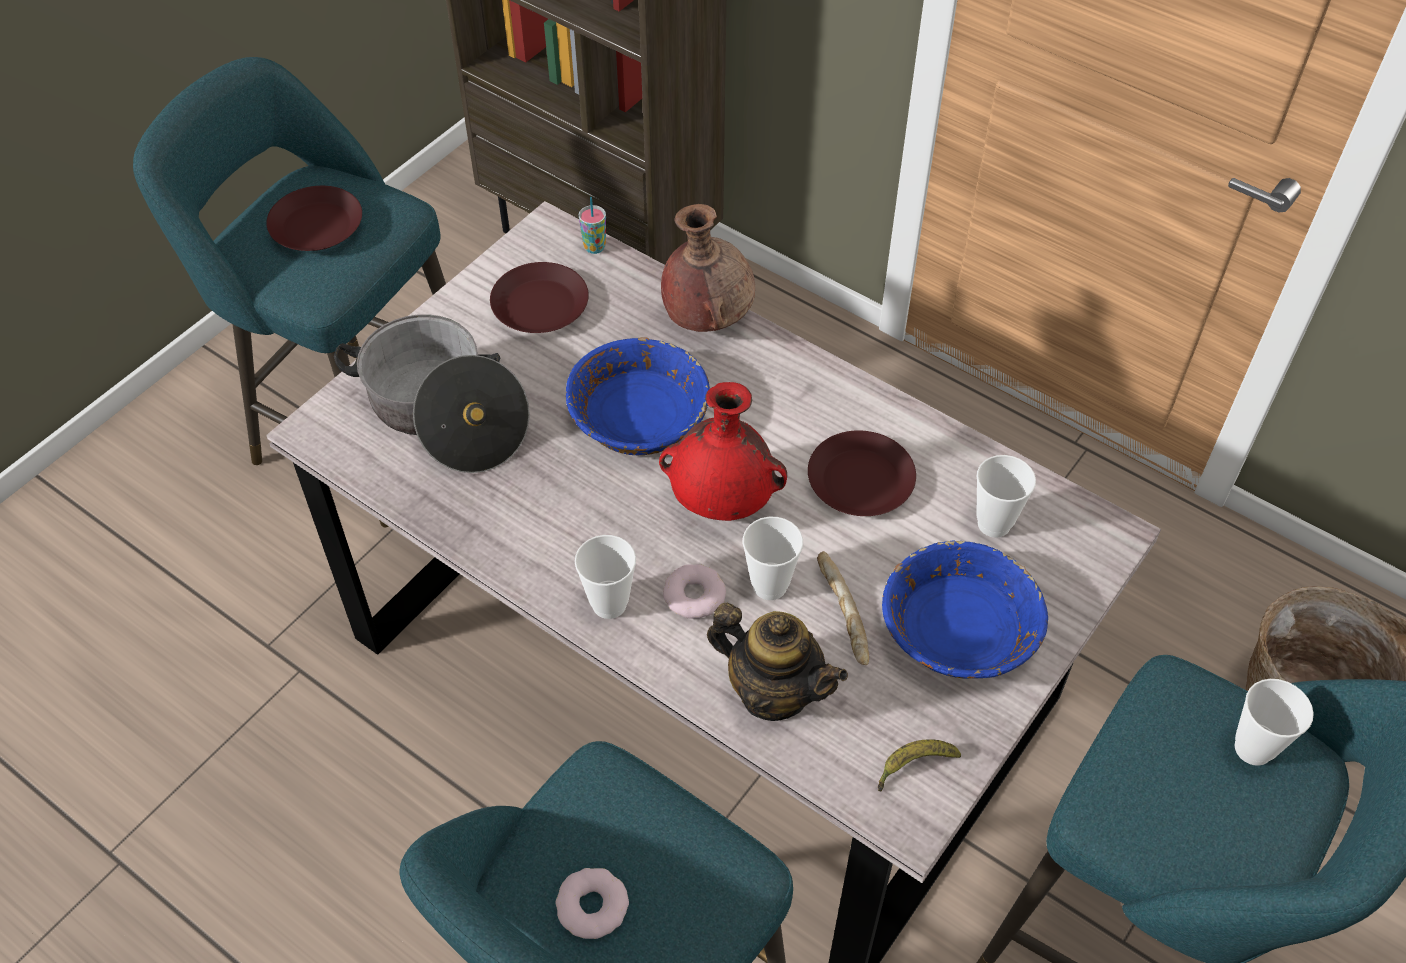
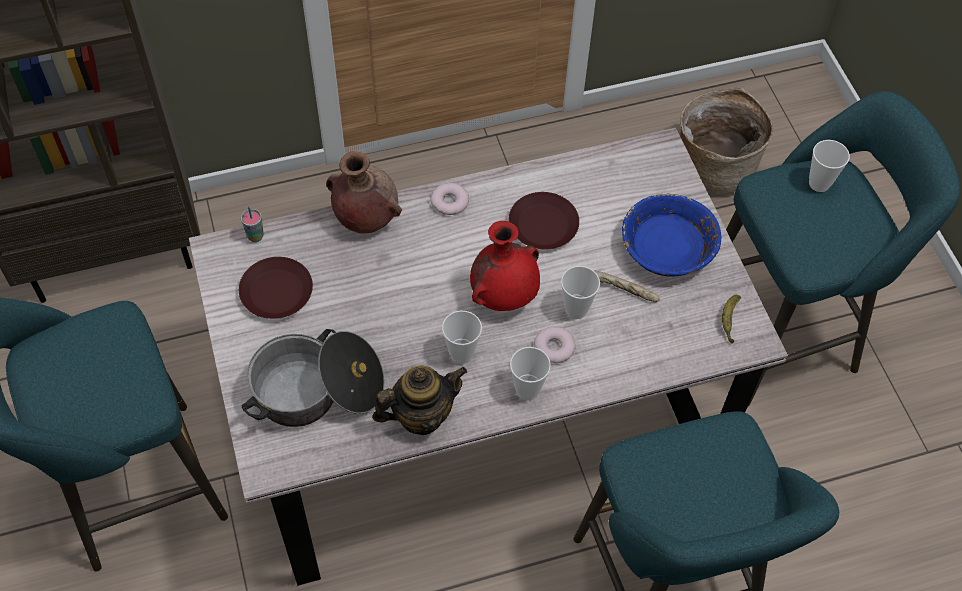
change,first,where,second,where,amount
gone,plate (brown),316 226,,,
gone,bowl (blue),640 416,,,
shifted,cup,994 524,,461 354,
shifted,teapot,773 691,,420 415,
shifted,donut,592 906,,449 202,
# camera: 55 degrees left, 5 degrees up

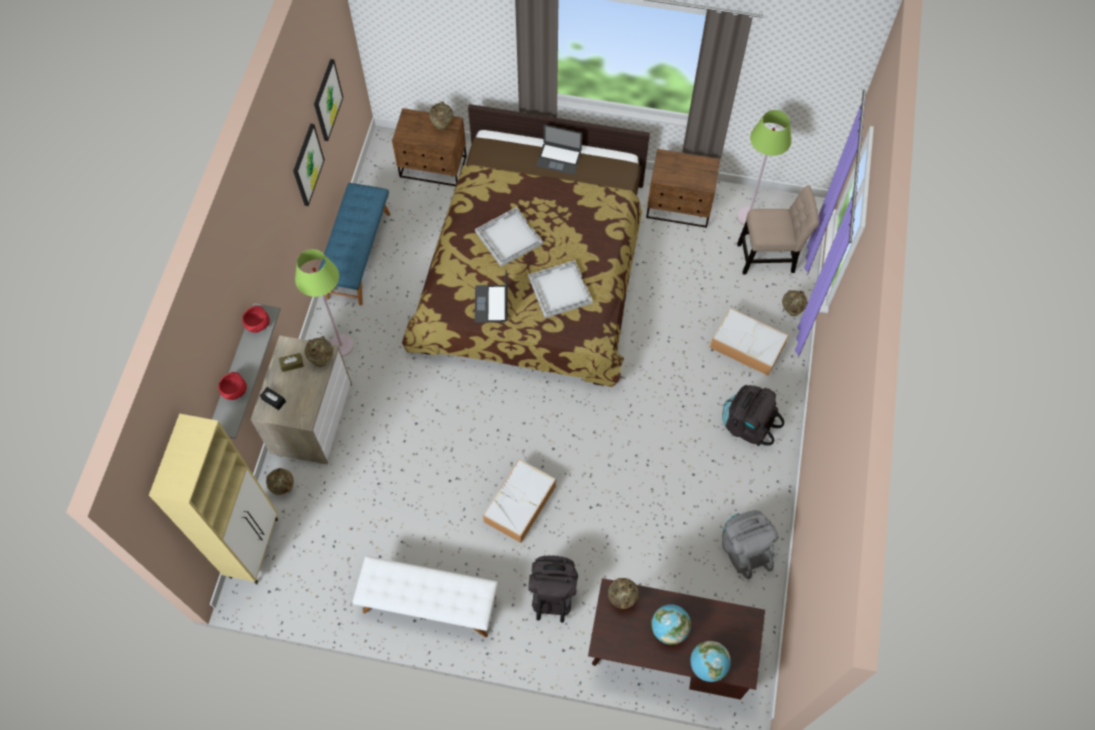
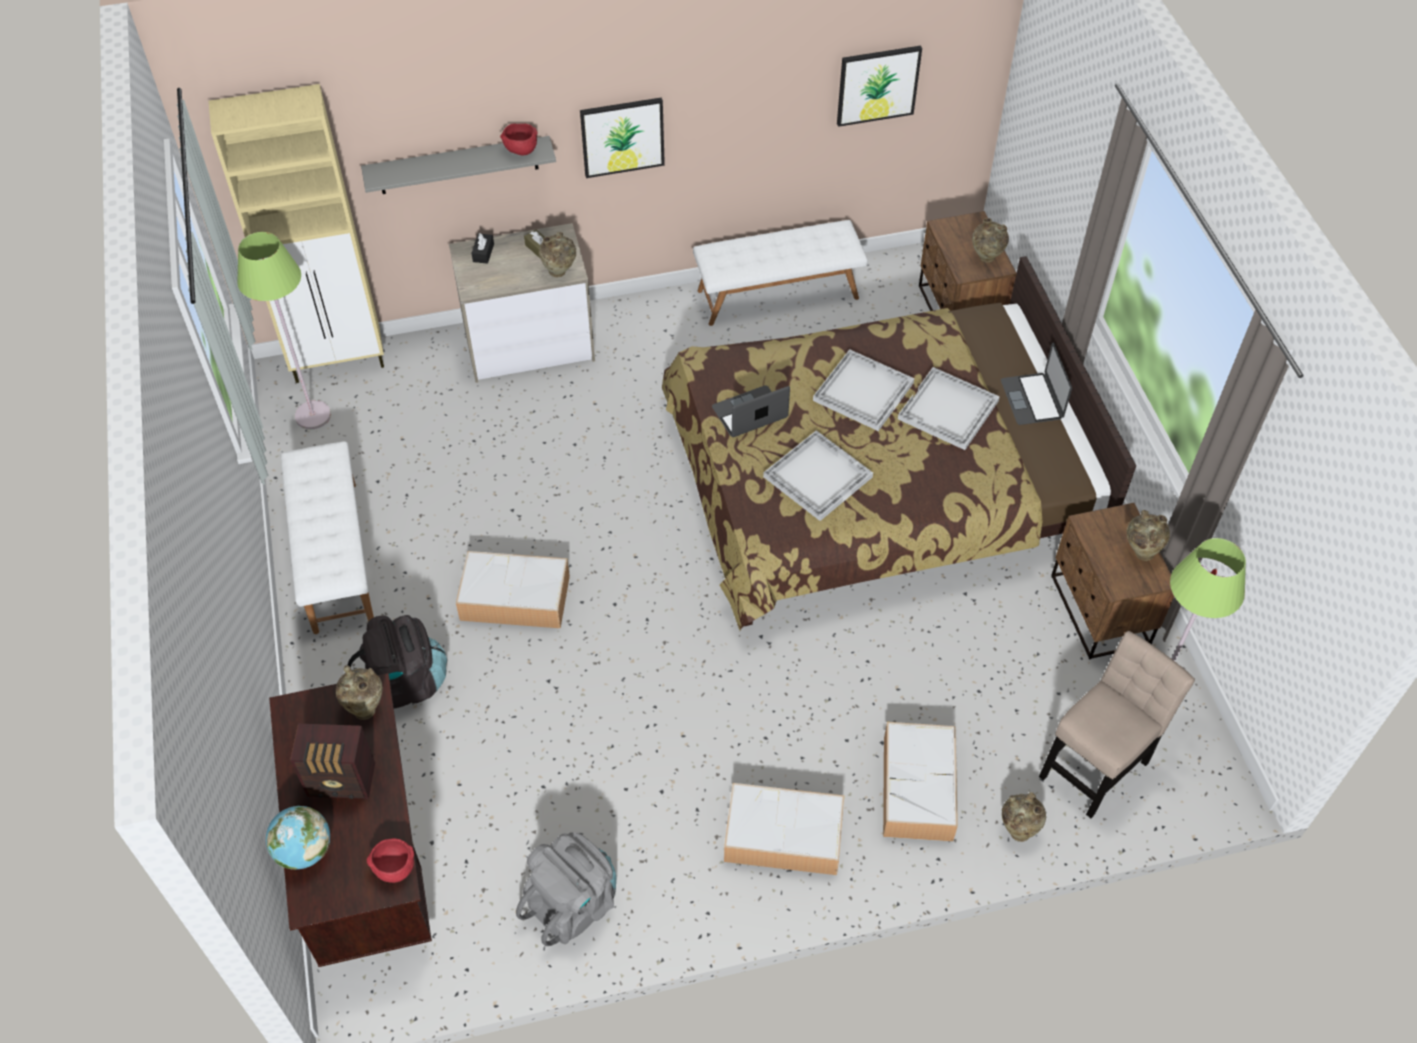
change,first,where,second,where,amount
shifted,picture,307 165,,622 136,
repainted,bench (blue),358 255,bench (white),777 293,
rotated,chair (beige),769 257,,1097 764,105 degrees counterclockwise
shifted,floor lamp (green),341 345,,313 415,
shifted,bowl (red),235 392,,394 869,
swapped,backpack (black),747 425,storage box,781 836,
shifted,vase (beige),284 488,,1140 552,
swapped,globe,669 629,radio,342 781,
new,,,tray (white),948 411,
# camera: 65 degrees right, 10 degrees down

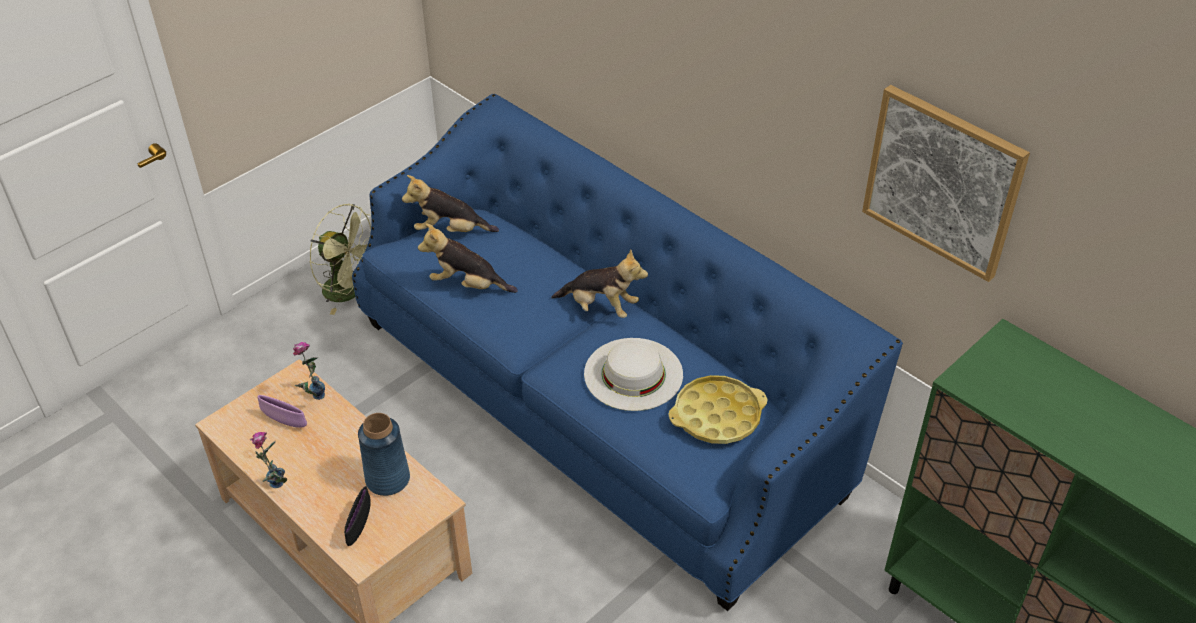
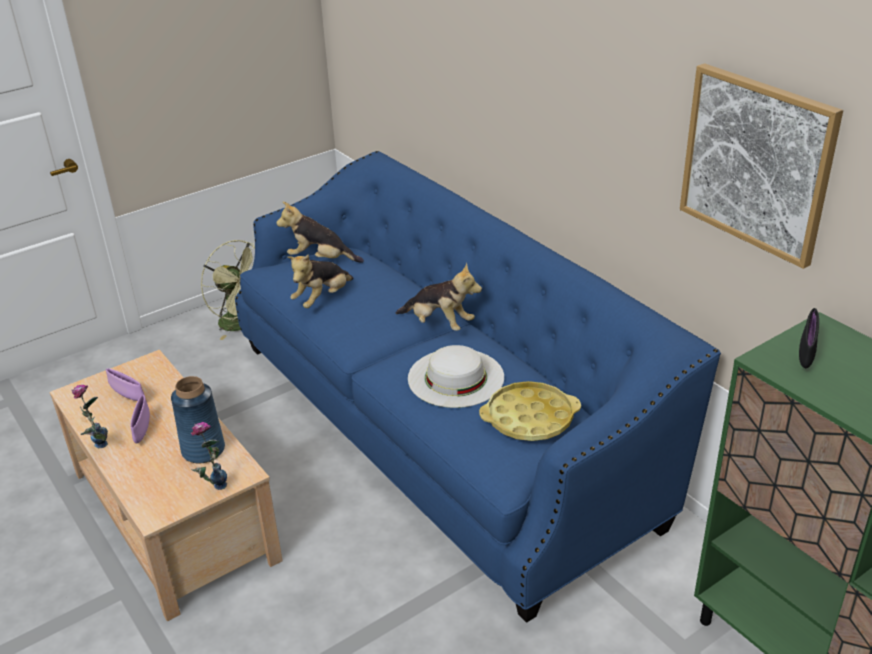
change,first,where,second,where,amount
rotated,plush toy,468 285,,322 299,75 degrees counterclockwise
shifted,vase,313 401,,213 491,
shifted,bowl (black),359 526,,806 354,
new,,,bowl (purple),142 430,
# camera: 10 degrees right, 10 degrees down

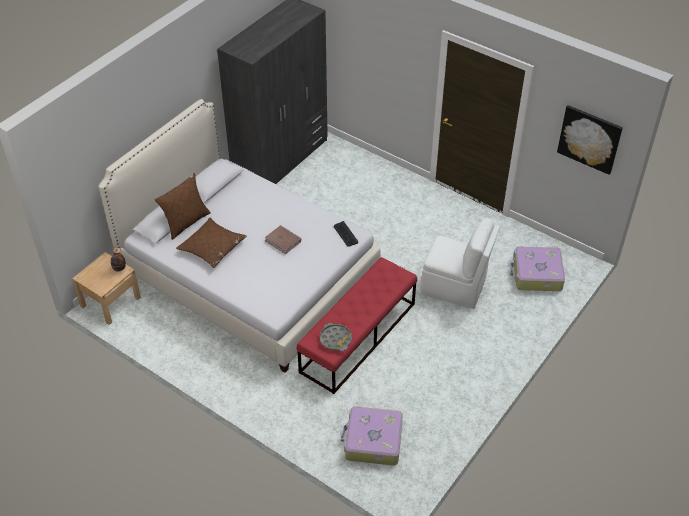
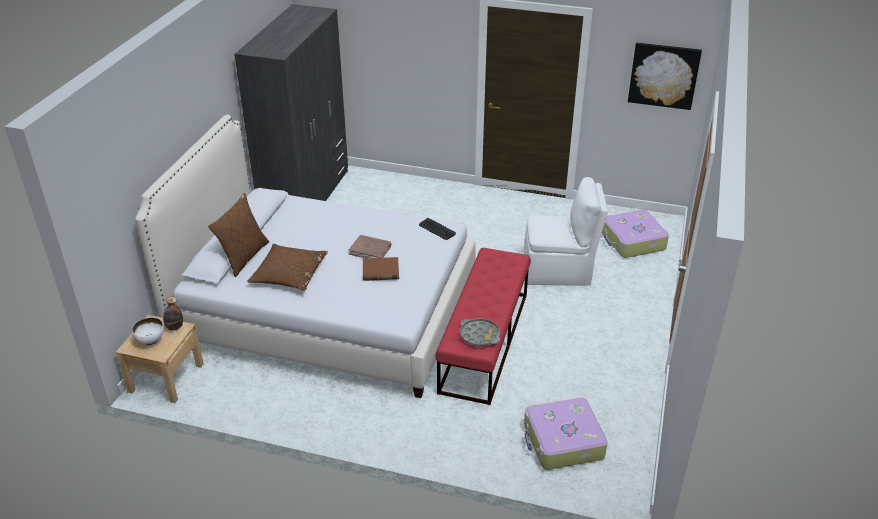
change,first,where,second,where,amount
new,,,book (brown),380 271,
new,,,bowl (white),151 341,
# camera: 20 degrees left, 10 degrees down

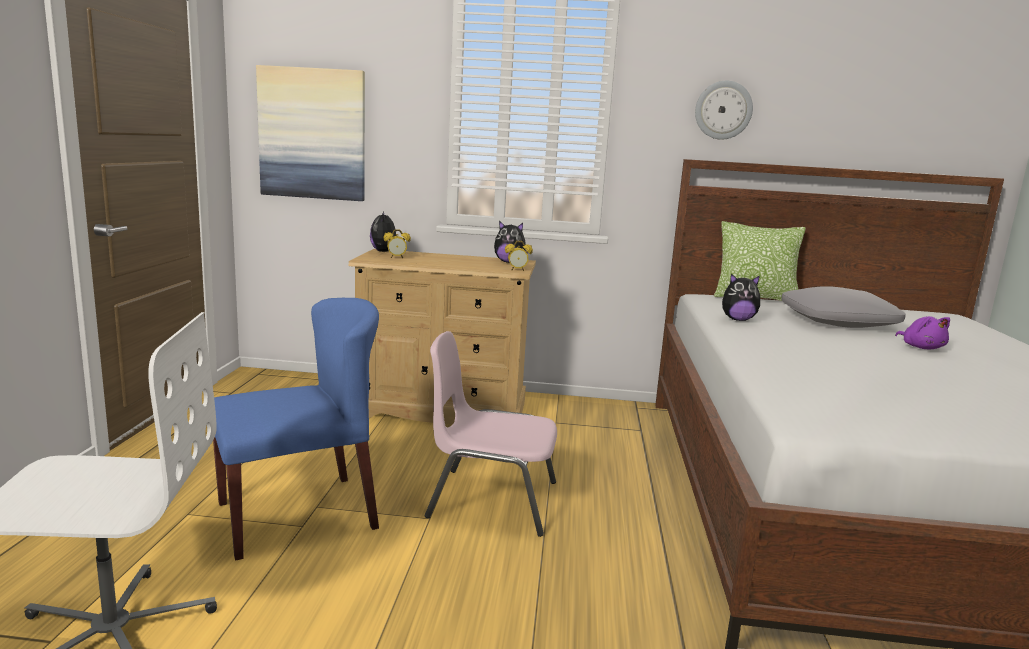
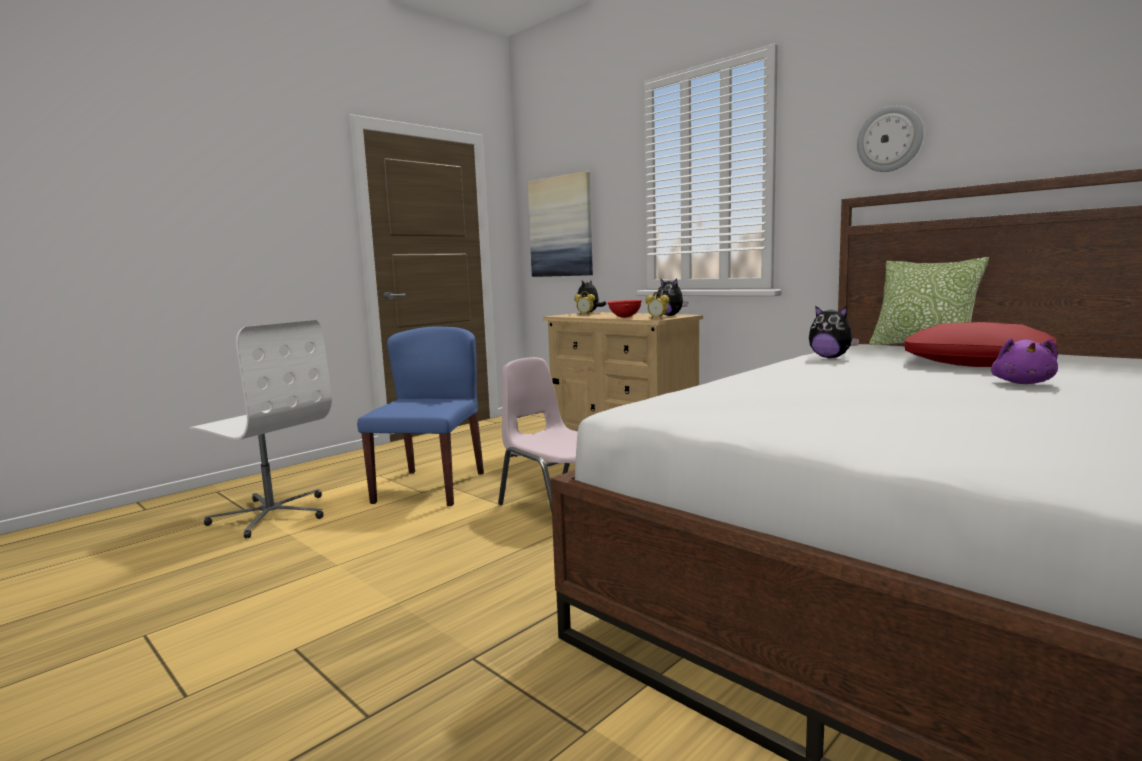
change,first,where,second,where,amount
repainted,pillow (grey),837 321,pillow (red),977 362,
rotated,chair (blue),298 514,,430 487,90 degrees counterclockwise
new,,,bowl (red),624 317,
# camera: 40 degrees right, 5 degrees down

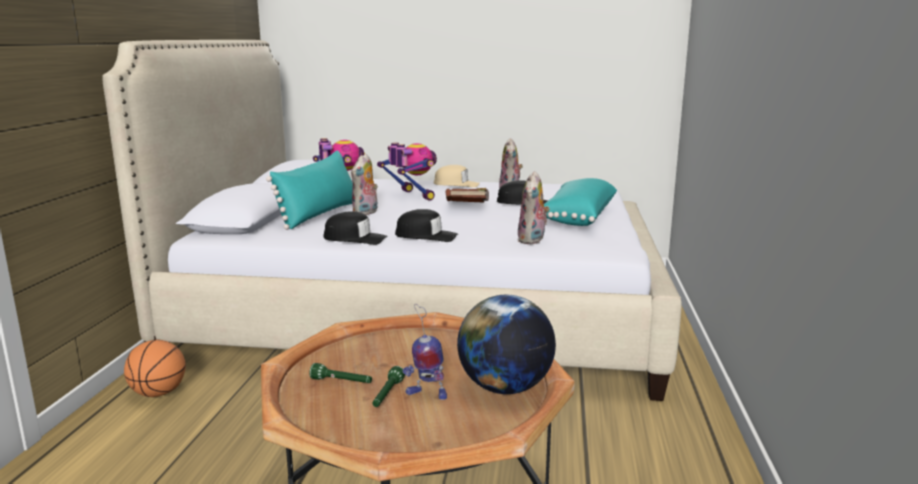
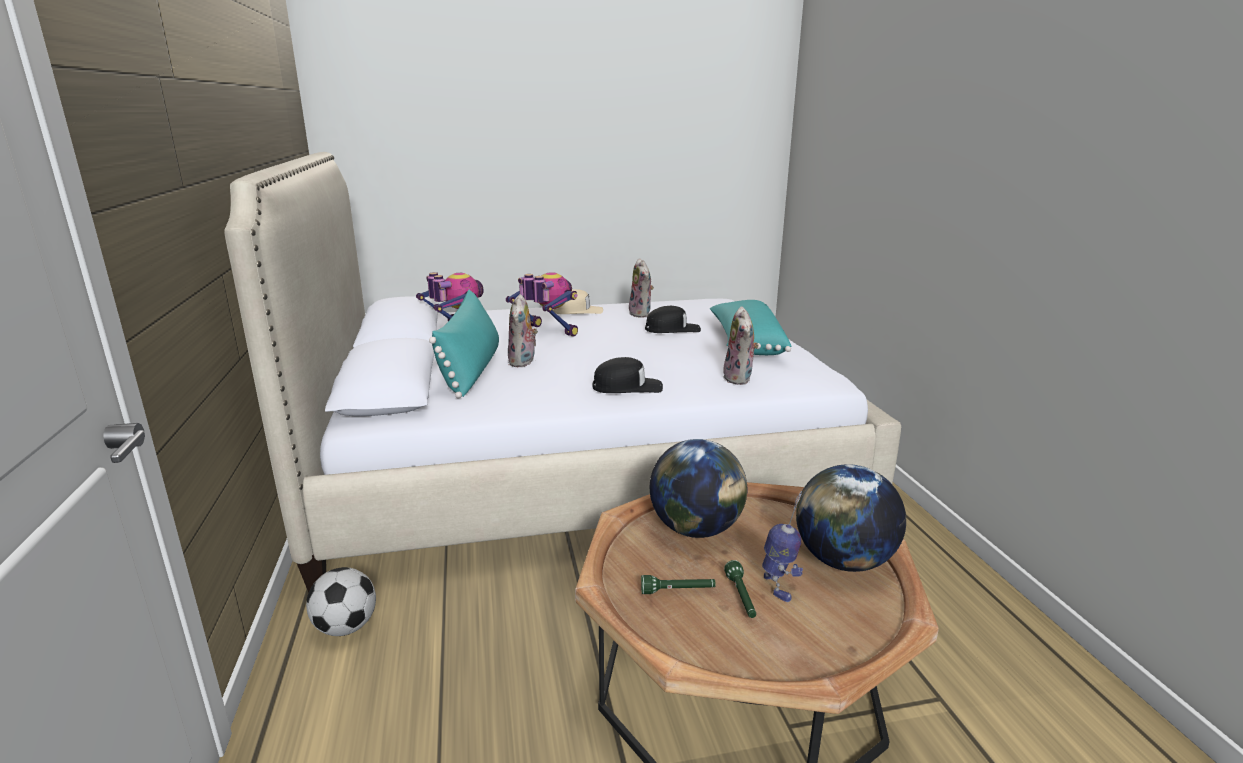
change,first,where,second,where,amount
gone,book (brown),467 208,,,
gone,cap (black),355 238,,,
rotated,toy robot,426 394,,778 587,90 degrees counterclockwise
swapped,basketball,158 393,football,345 628,
new,,,globe,696 529,
# camera: 20 degrees left, 5 degrees up

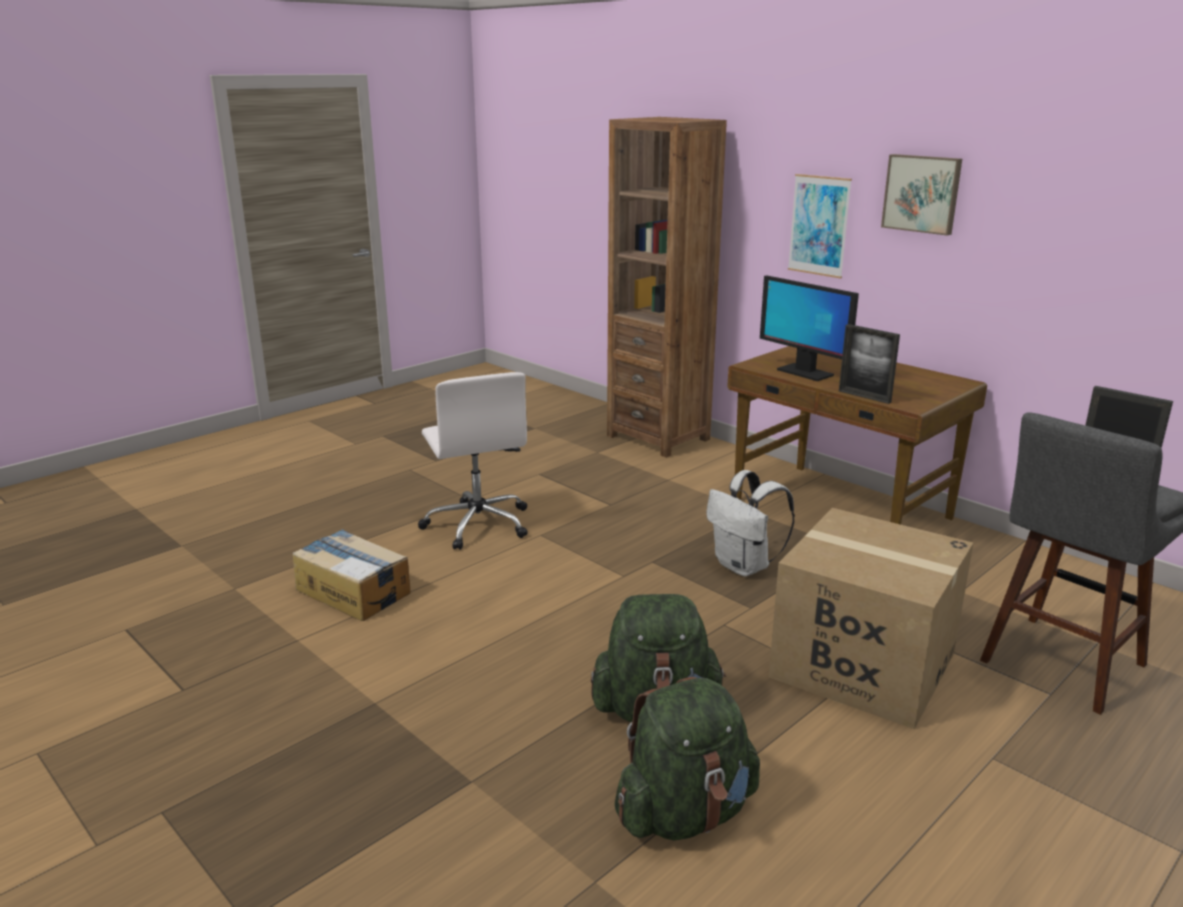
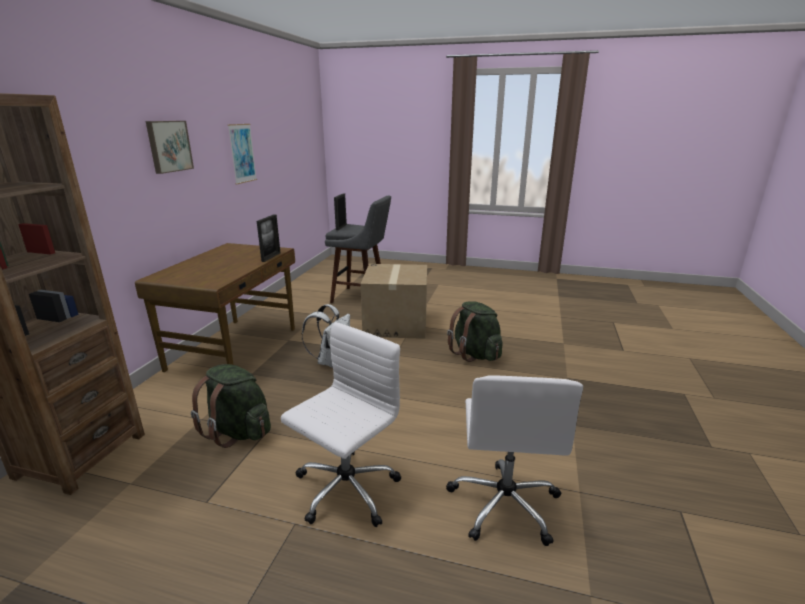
change,first,where,second,where,amount
shifted,picture,819 225,,242 153,
gone,monitor,804 372,,,
swapped,cardboard box,353 591,office chair (white),504 503,
shifted,backpack (green),685 813,,238 431,
# camera: 120 degrees left, 0 degrees up

